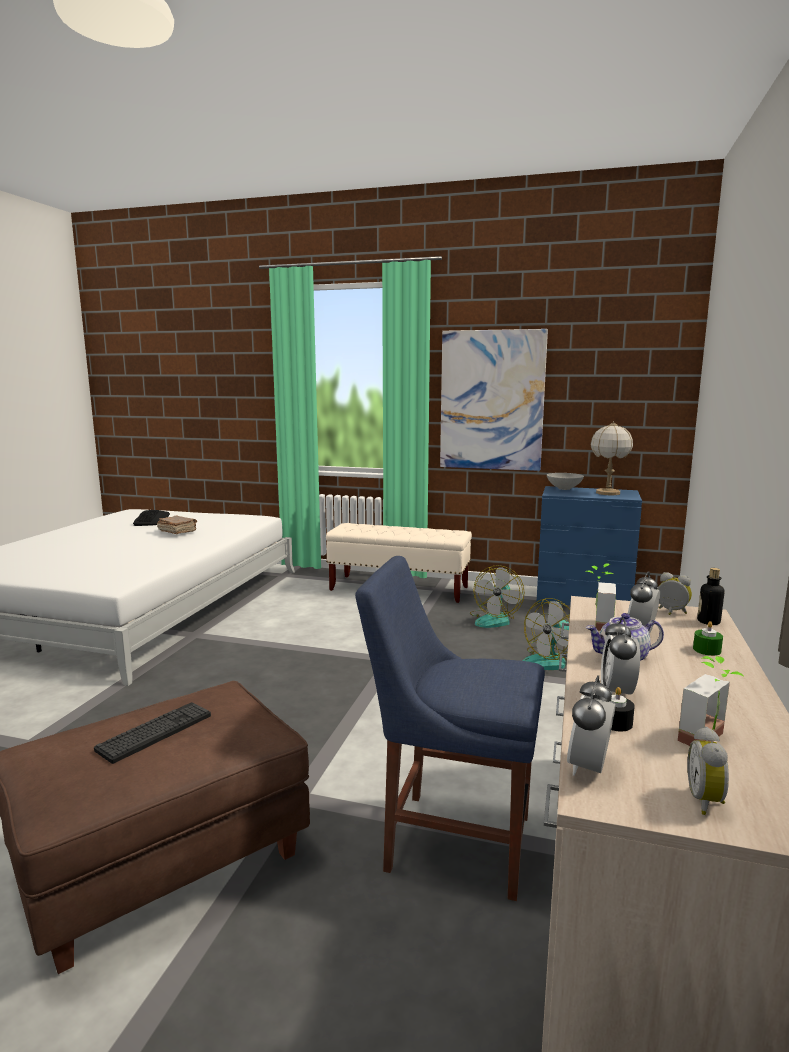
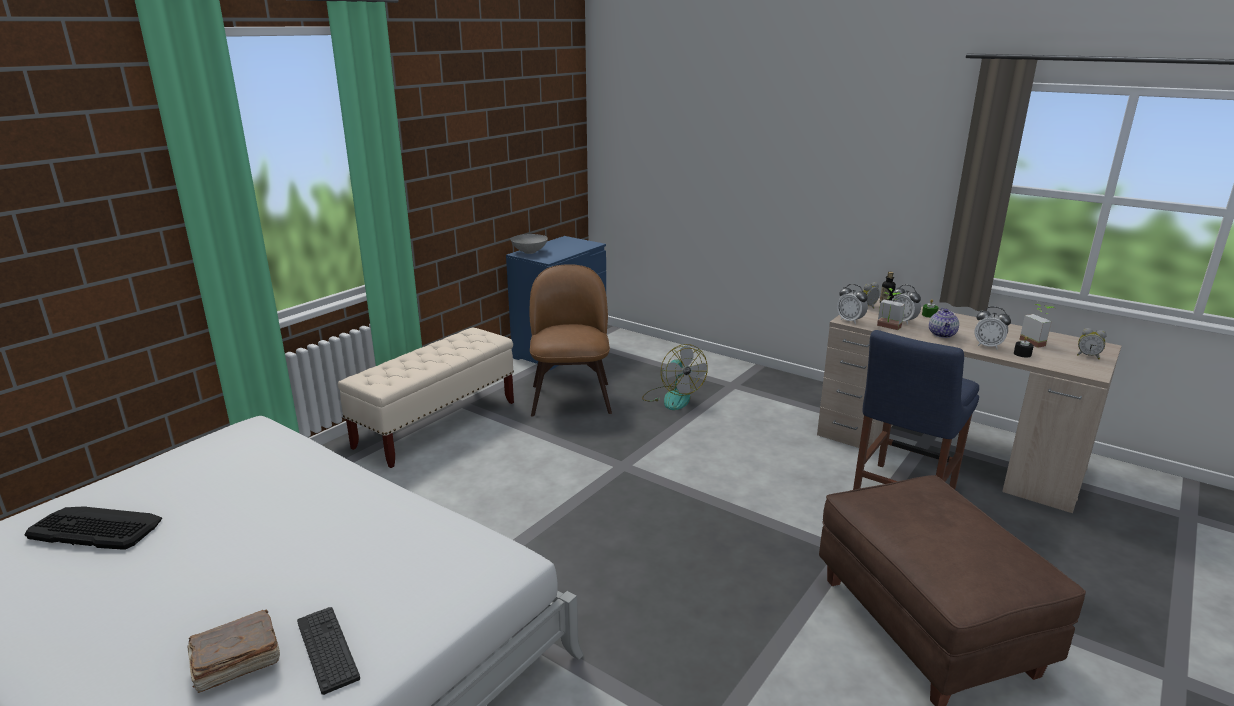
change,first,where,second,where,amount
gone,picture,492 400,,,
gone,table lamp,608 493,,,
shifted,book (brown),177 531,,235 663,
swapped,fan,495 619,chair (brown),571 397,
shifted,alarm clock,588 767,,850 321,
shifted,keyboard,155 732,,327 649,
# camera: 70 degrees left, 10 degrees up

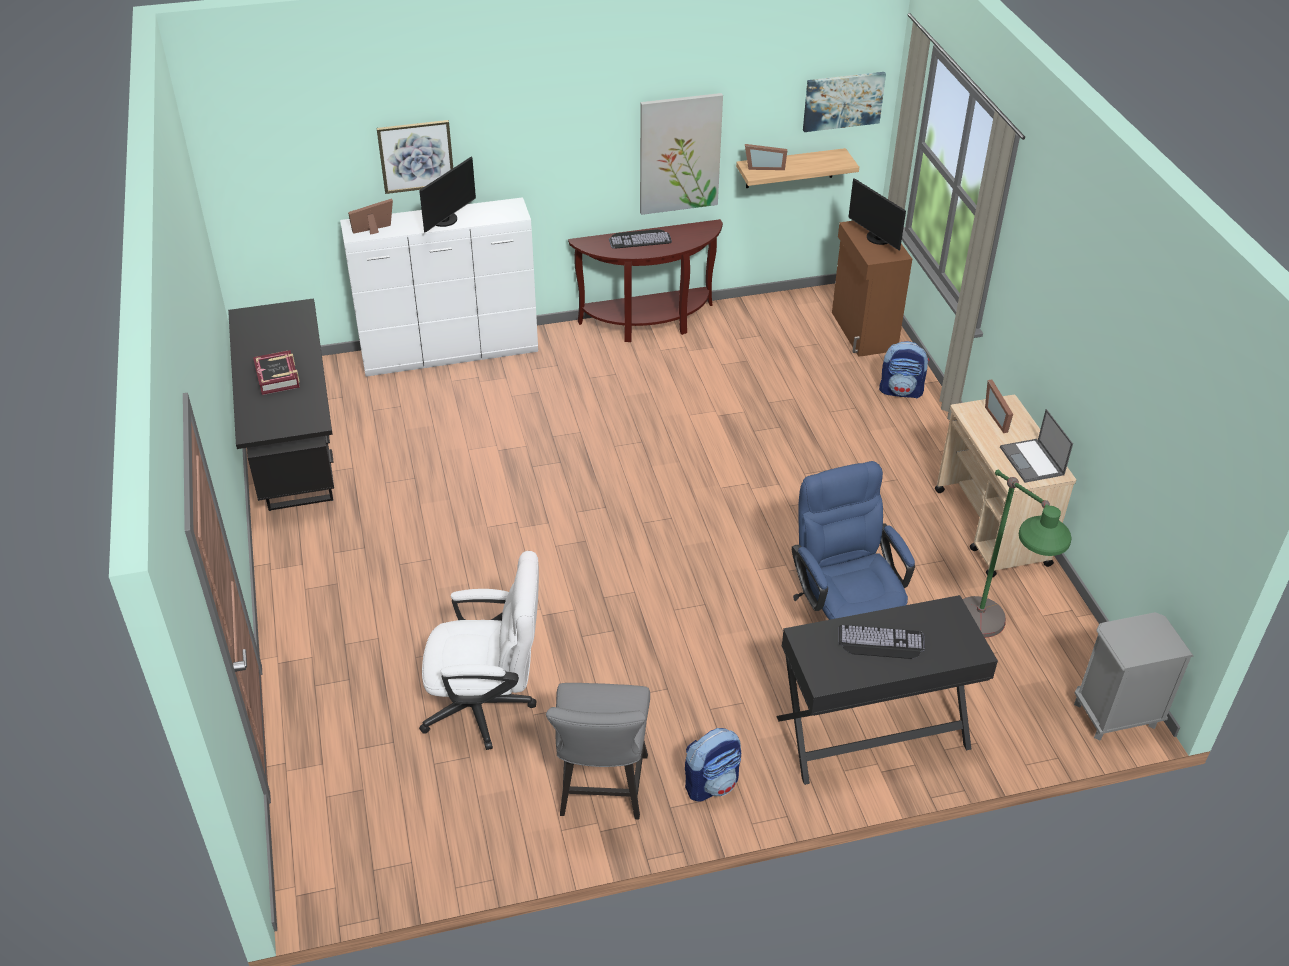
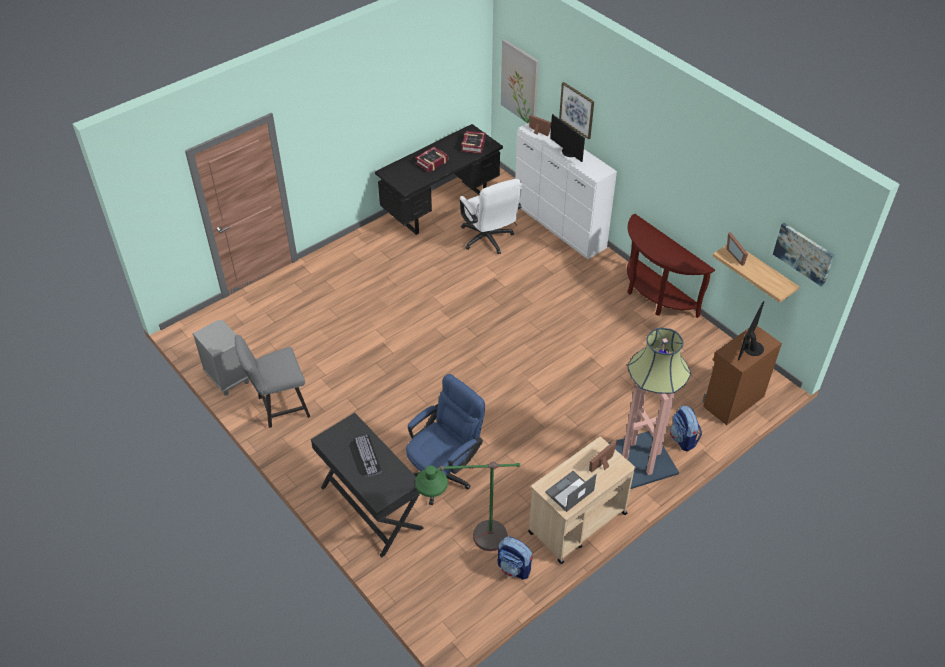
change,first,where,second,where,amount
shifted,picture,679 154,,520 83,
rotated,monitor,446 220,,568 152,45 degrees clockwise
gone,keyboard,640 238,,,
shifted,office chair (white),488 706,,488 240,
shifted,nightstand (grey),1115 715,,227 379,
shifted,backpack,712 783,,514 568,
new,,,book,473 145,
new,,,floor lamp,640 460,
# camera: 65 degrees right, 5 degrees up

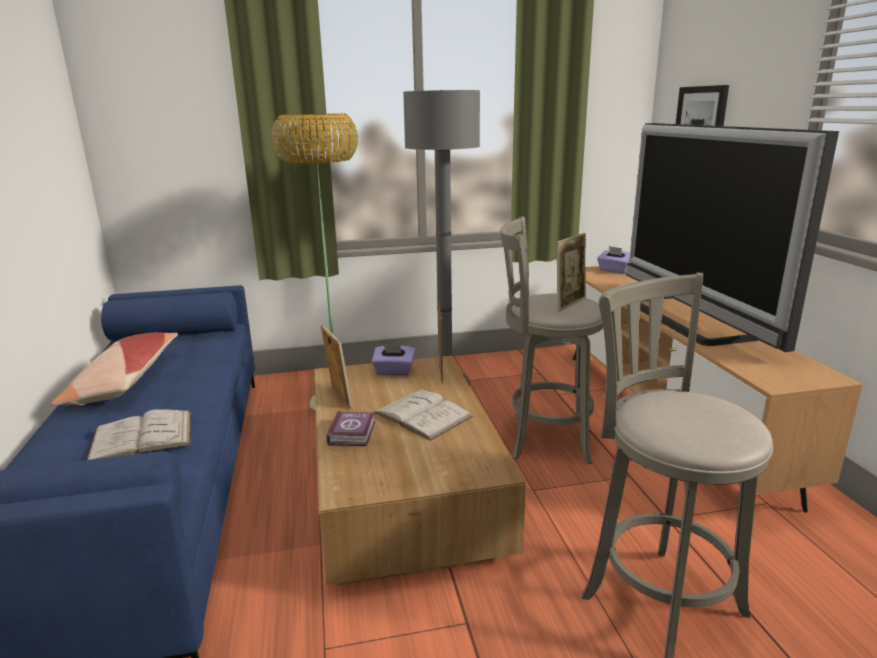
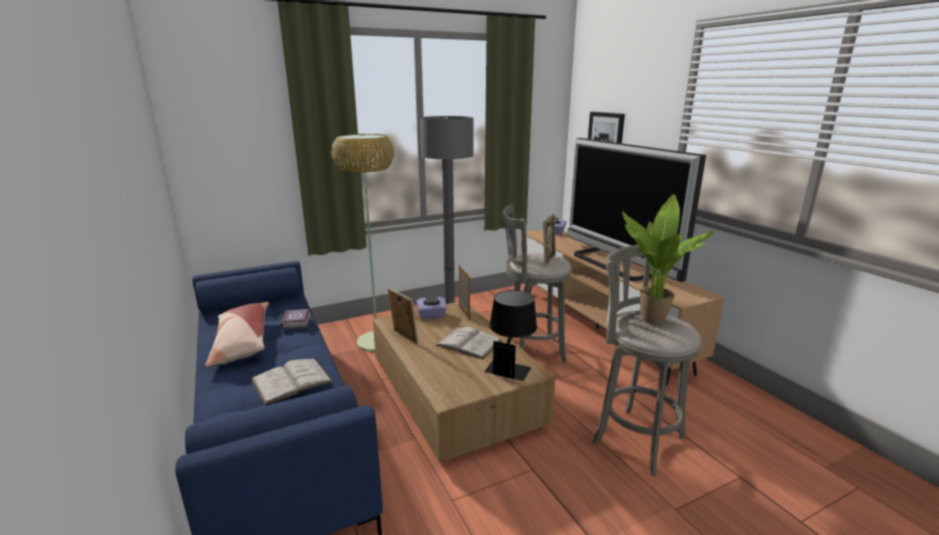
change,first,where,second,where,amount
shifted,book,353 432,,297 321,
new,,,potted plant,649 319,
new,,,table lamp (black),510 365,
# camera: 15 degrees left, 0 degrees up

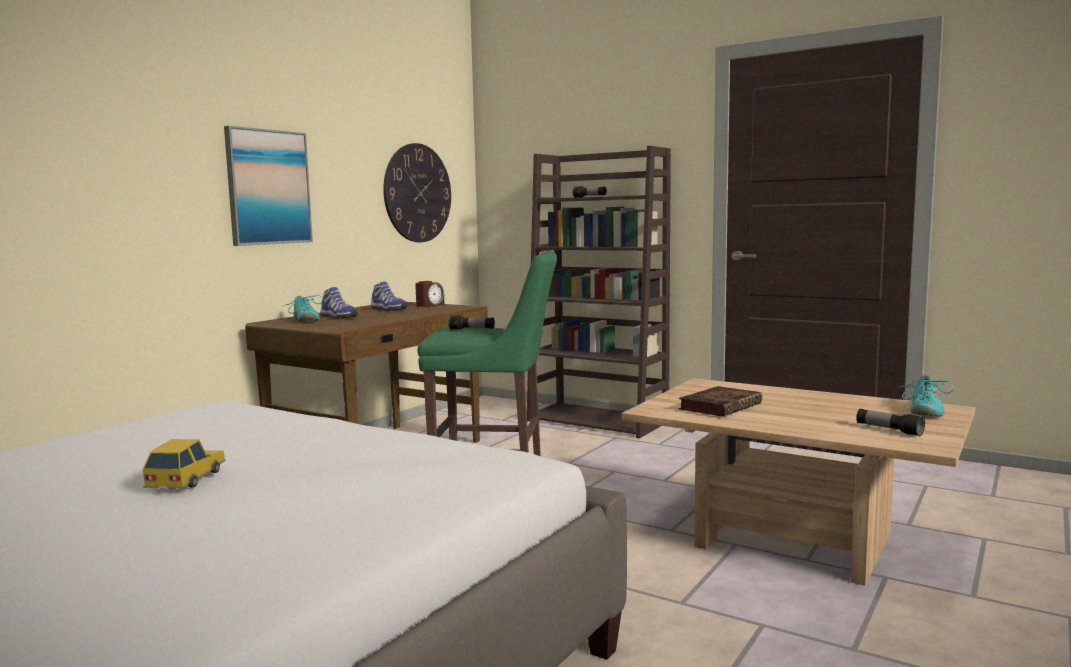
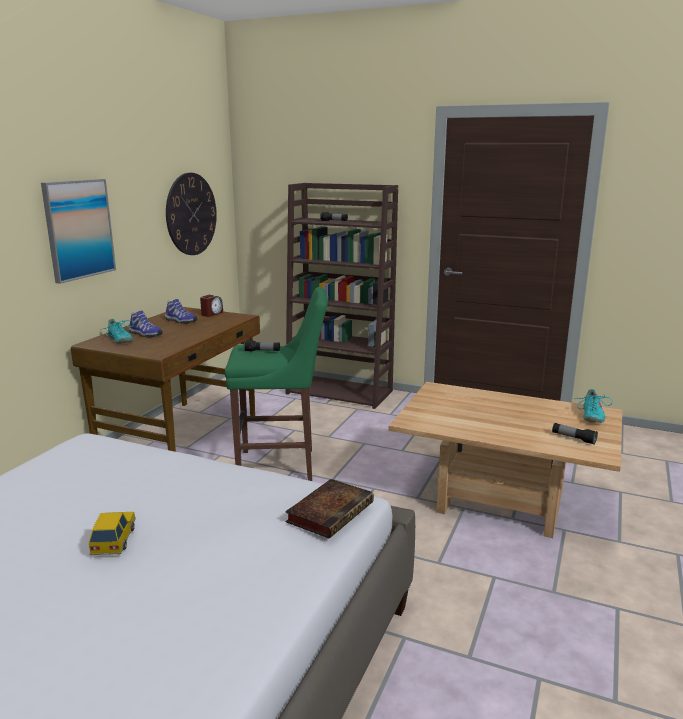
change,first,where,second,where,amount
shifted,book,720 406,,331 511,
# camera: 10 degrees left, 10 degrees up

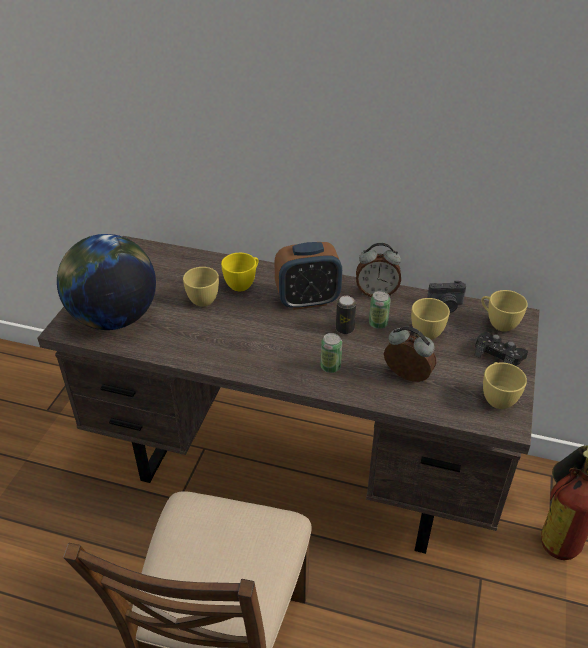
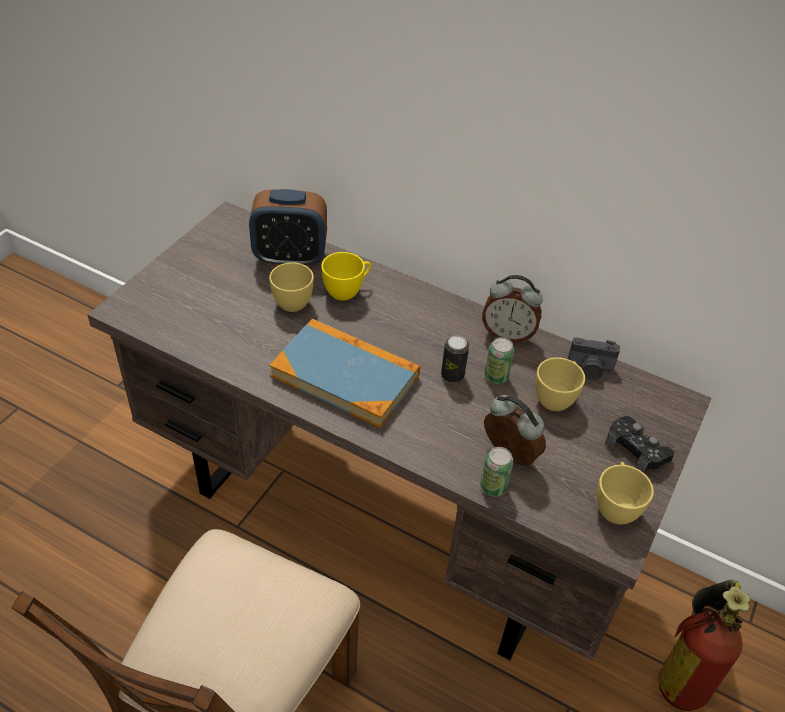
change,first,where,second,where,amount
gone,globe,114 318,,,
shifted,alarm clock,307 300,,290 257,
gone,cup (yellow),498 323,,,
shifted,can,330 367,,493 487,
new,,,book,345 376,
# camera: 10 degrees right, 5 degrees up

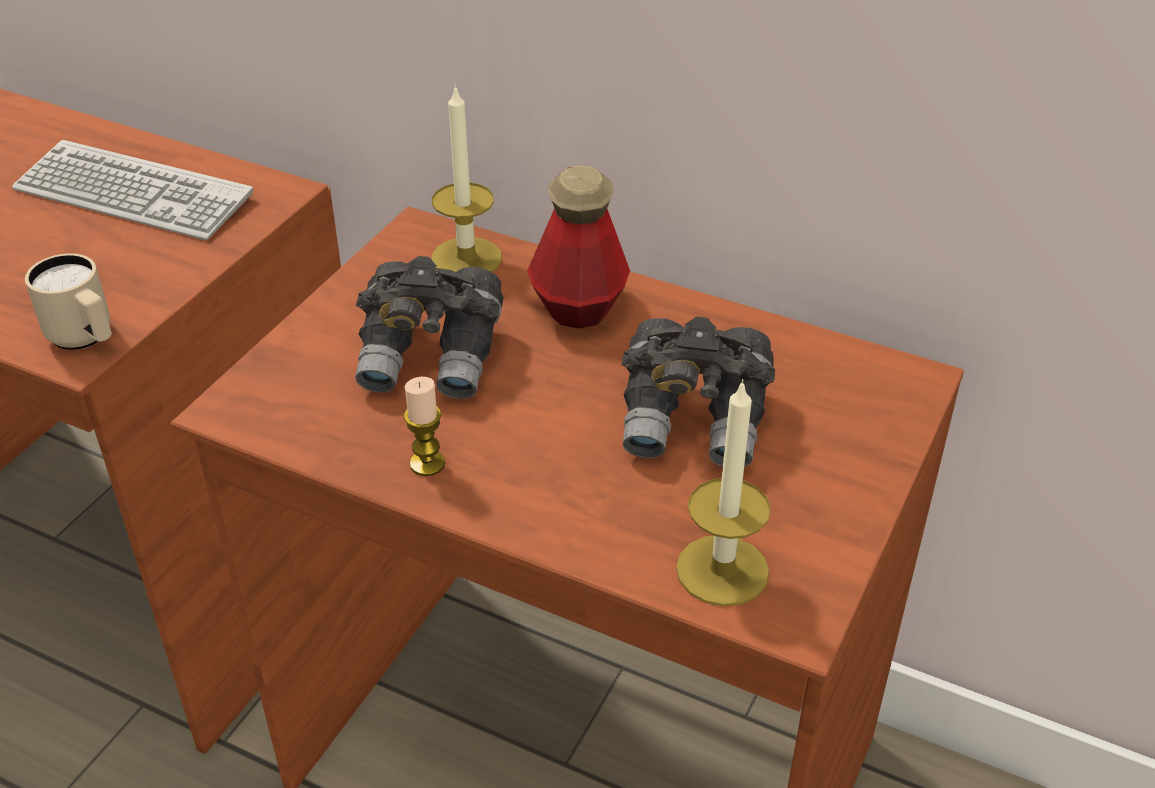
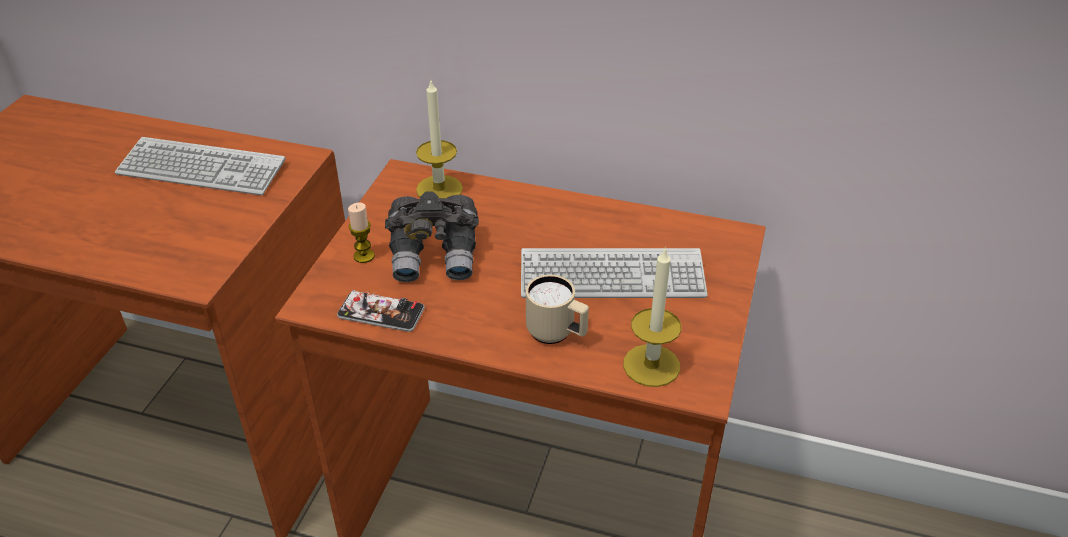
change,first,where,second,where,amount
gone,bottle,578 306,,,
shifted,mug (beige),86 339,,557 334,
swapped,binoculars (grey),695 420,keyboard,612 276,
shifted,candle,427 464,,364 256,
new,,,phone,381 312,
# camera: 10 degrees left, 0 degrees up

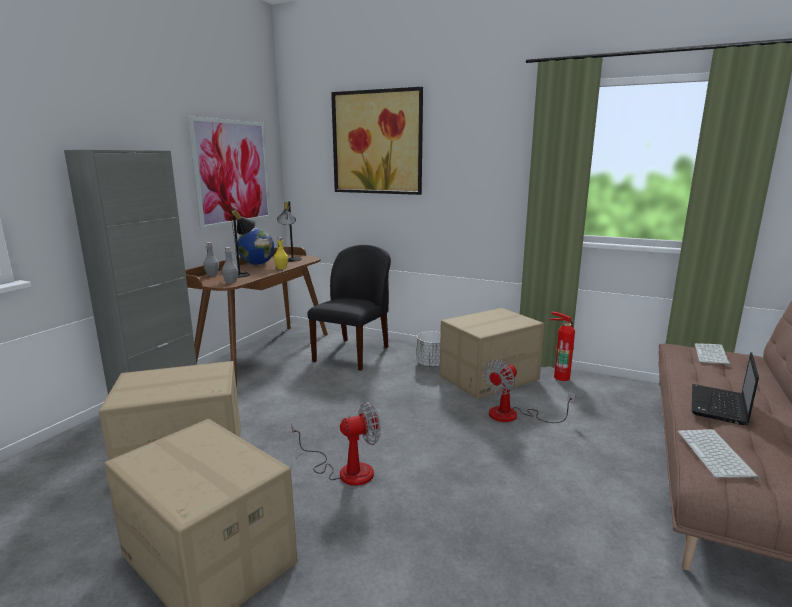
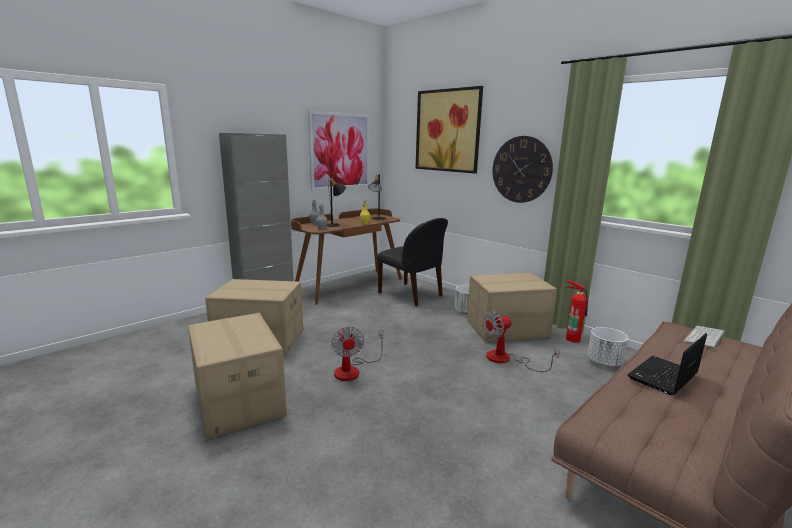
change,first,where,second,where,amount
gone,globe,257 264,,,
rotated,chair (black),353 354,,411 295,90 degrees clockwise
rotated,fan,345 470,,353 370,75 degrees clockwise
gone,keyboard,717 455,,,
new,,,wall clock,521 169,
new,,,planter (white),604 362,
# camera: 20 degrees right, 0 degrees up

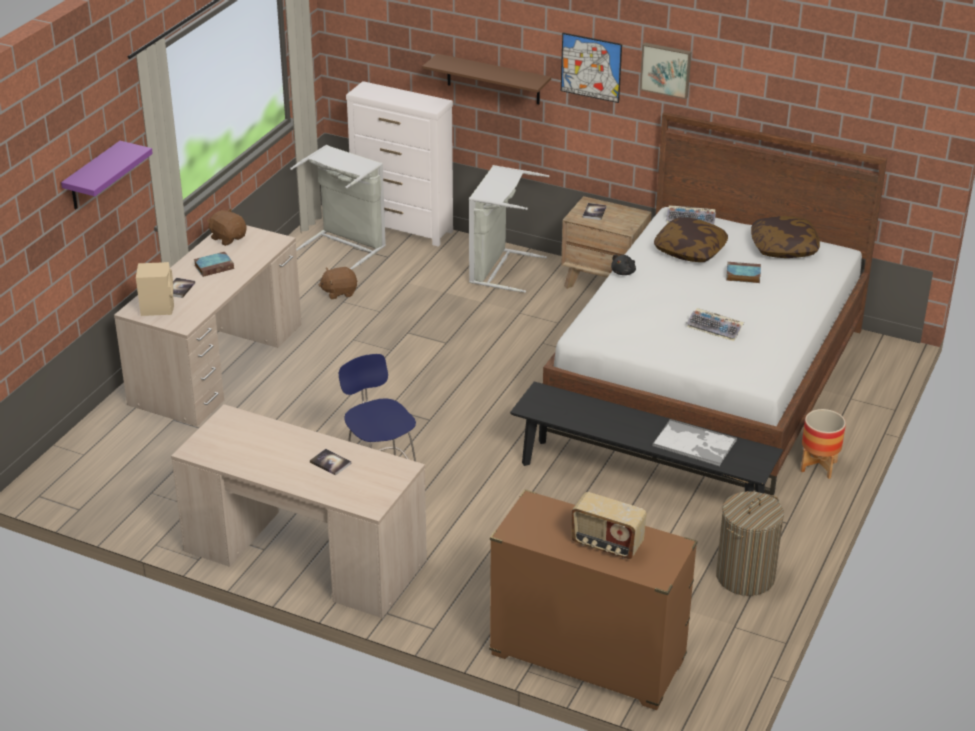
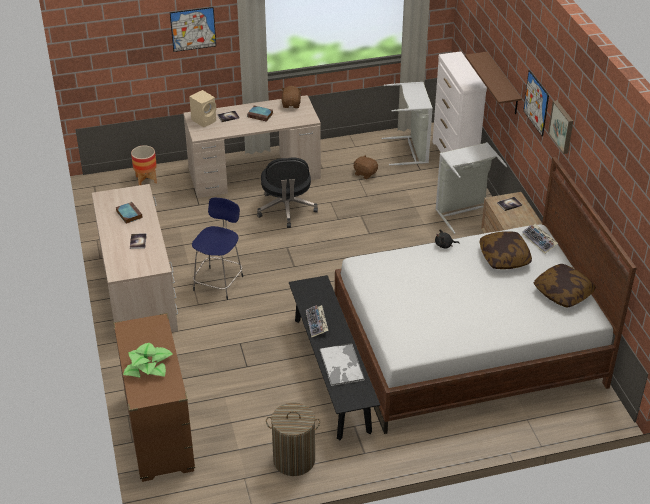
change,first,where,second,where,amount
swapped,shelf (purple),93 177,picture,193 29,
shifted,book,742 275,,128 214,
shifted,keyboard,715 328,,317 324,
shifted,planter,818 466,,146 180,
swapped,radio,606 545,potted plant,148 366,
new,,,office chair (black),286 209,
# camera: 50 degrees right, 5 degrees up

